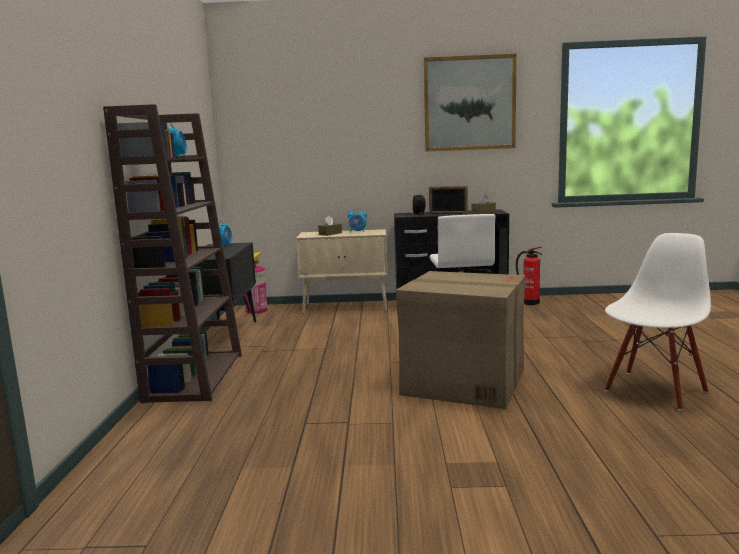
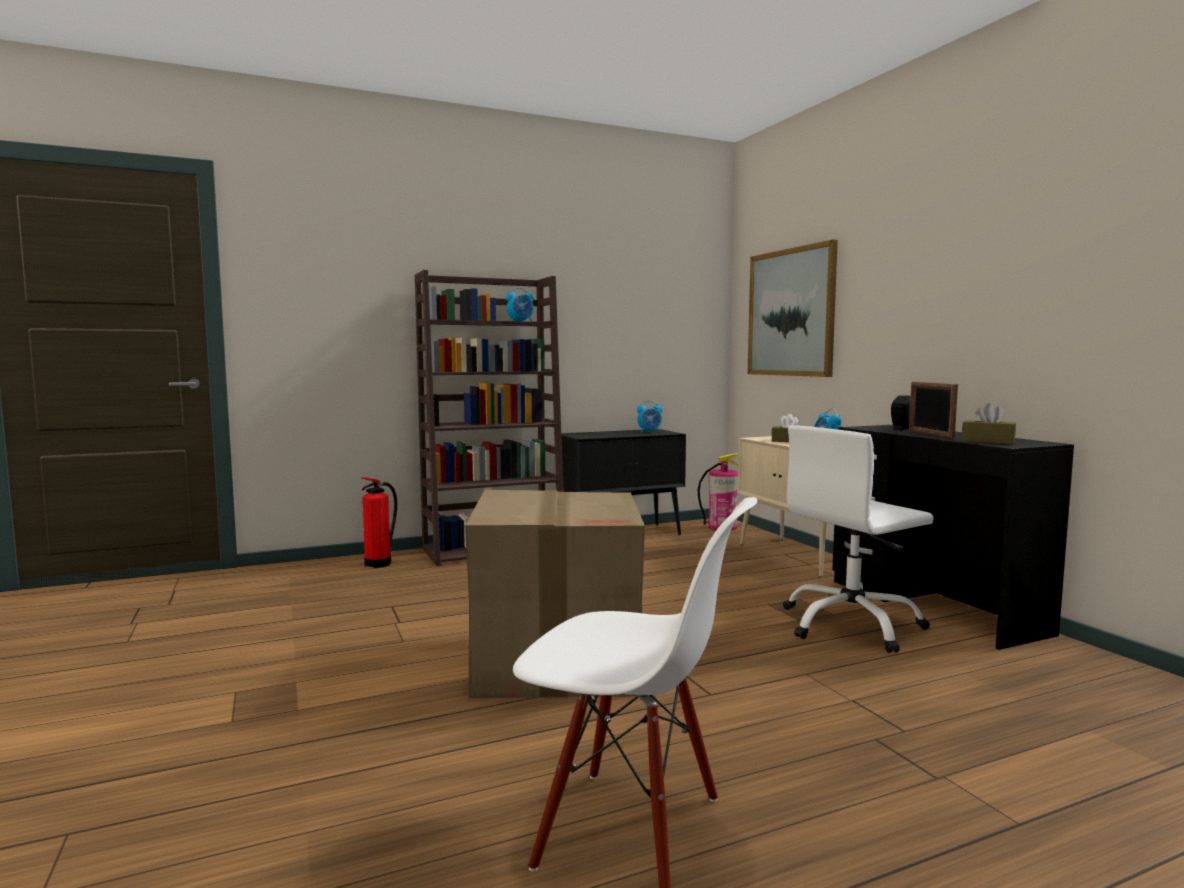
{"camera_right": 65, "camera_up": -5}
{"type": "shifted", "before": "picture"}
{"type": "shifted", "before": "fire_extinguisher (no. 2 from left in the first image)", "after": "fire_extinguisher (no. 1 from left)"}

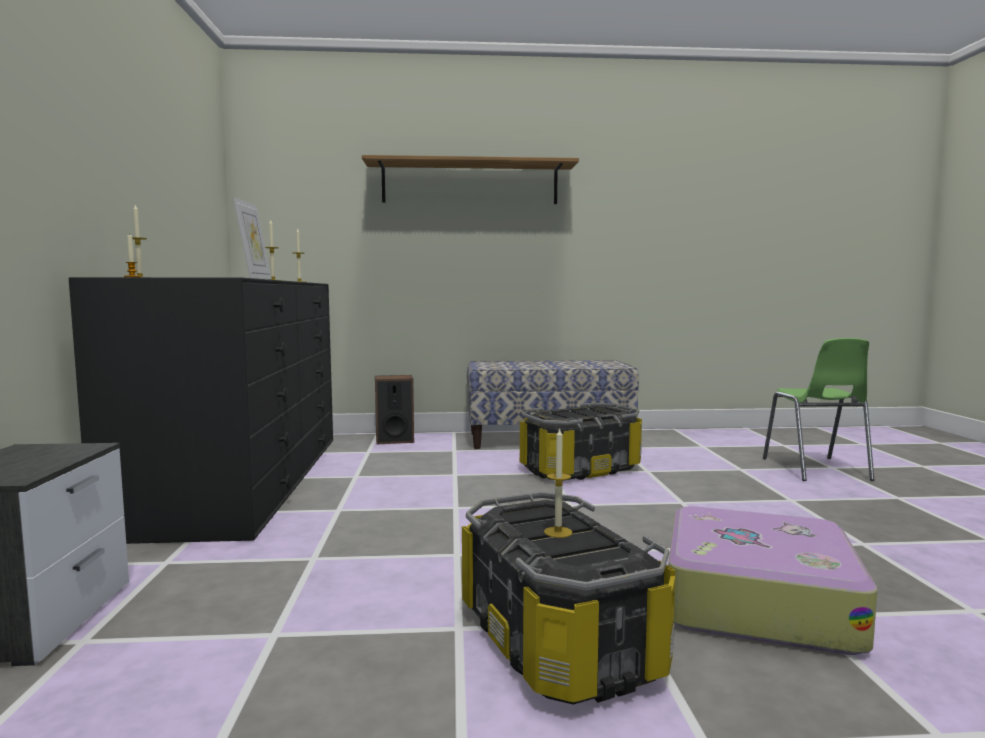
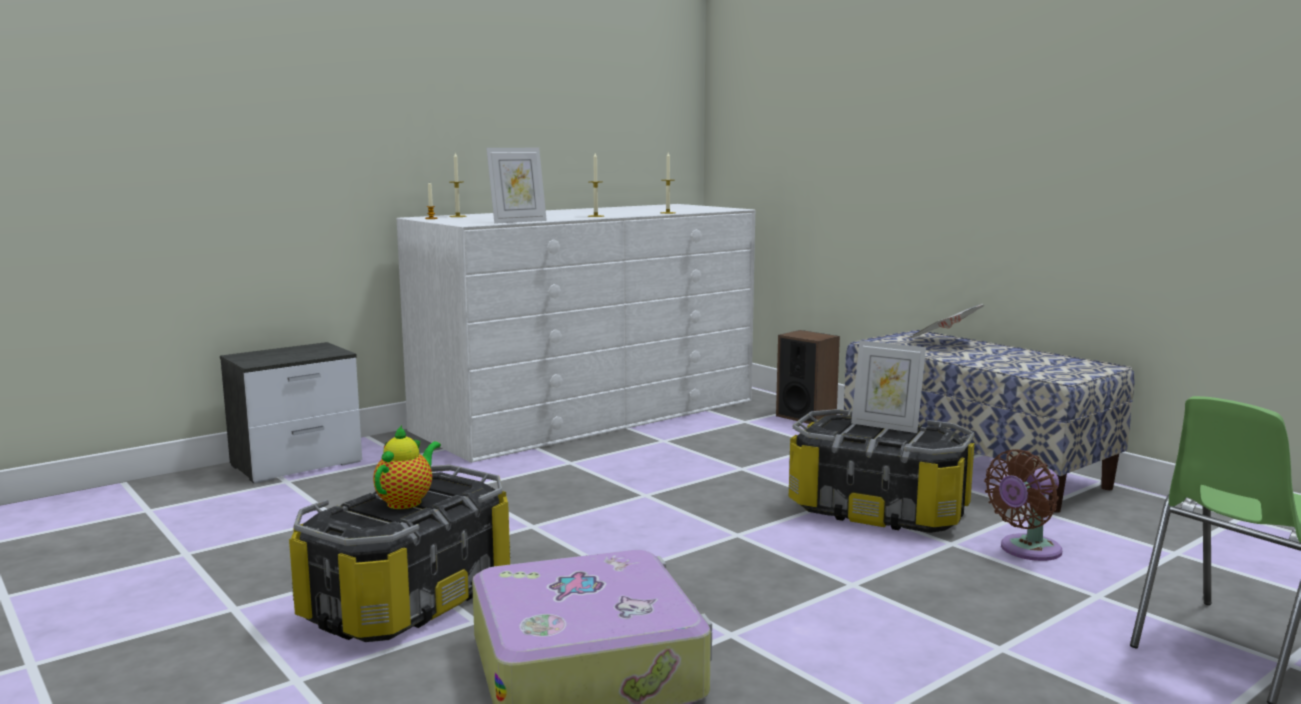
{"camera_right": 55, "camera_up": 5}
{"type": "gone", "before": "shelf"}
{"type": "new", "after": "picture_frame (no. 2 from left)"}
{"type": "new", "after": "newspaper"}
{"type": "new", "after": "brown_fan"}
{"type": "swapped", "before": "candle (no. 5 from left)", "after": "teapot"}
{"type": "repainted", "before": "black_dresser", "after": "white_dresser"}

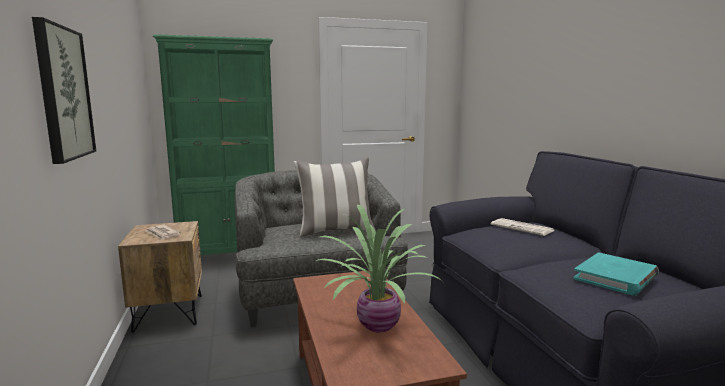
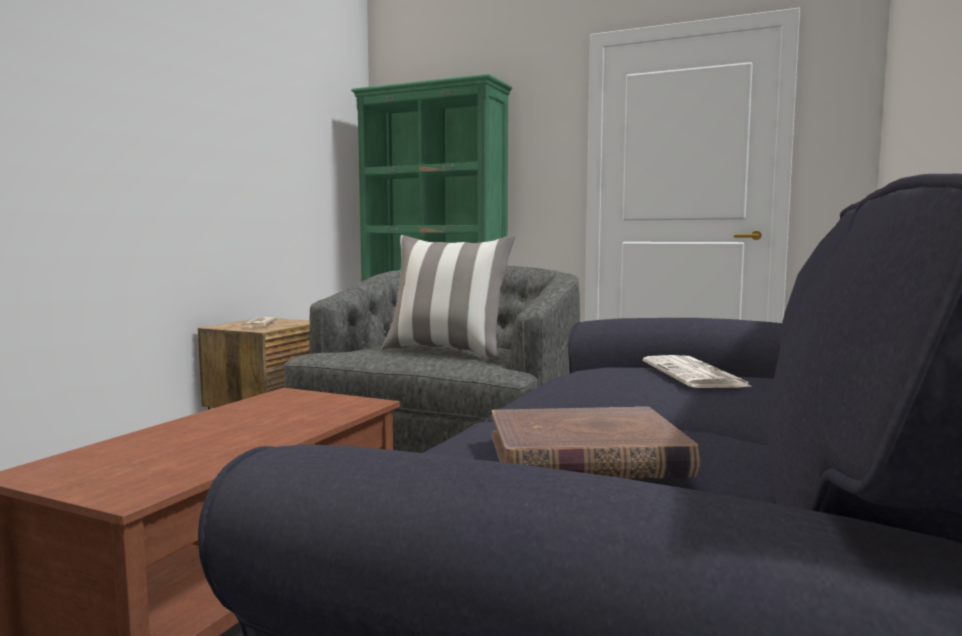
{"camera_right": 40, "camera_up": -5}
{"type": "gone", "before": "picture"}
{"type": "gone", "before": "potted_plant"}
{"type": "repainted", "before": "turquoise_book", "after": "brown_book"}

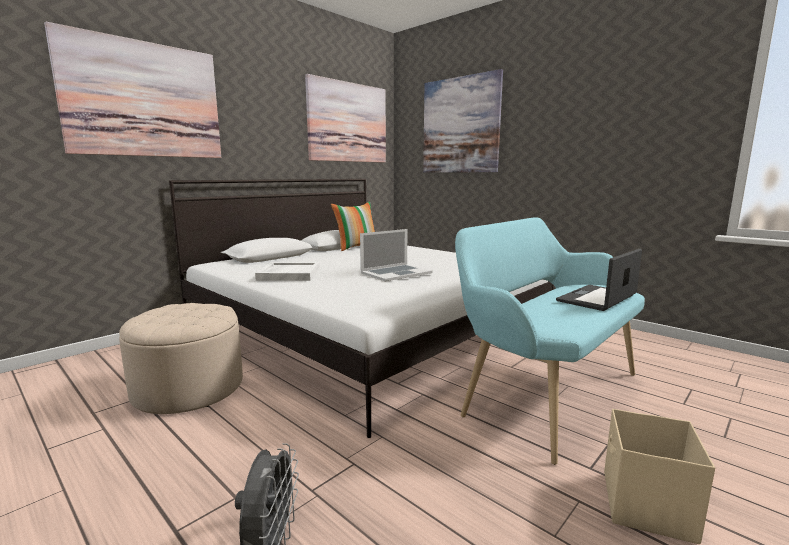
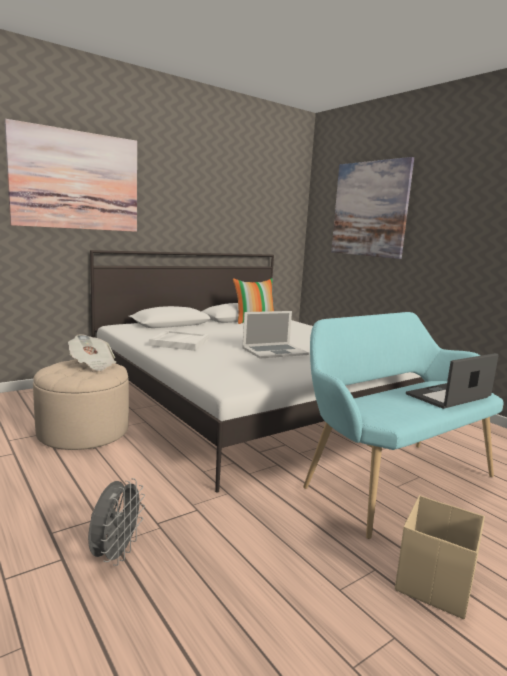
{"camera_right": 10, "camera_up": 0}
{"type": "gone", "before": "picture (no. 2 from left)"}
{"type": "new", "after": "newspaper"}

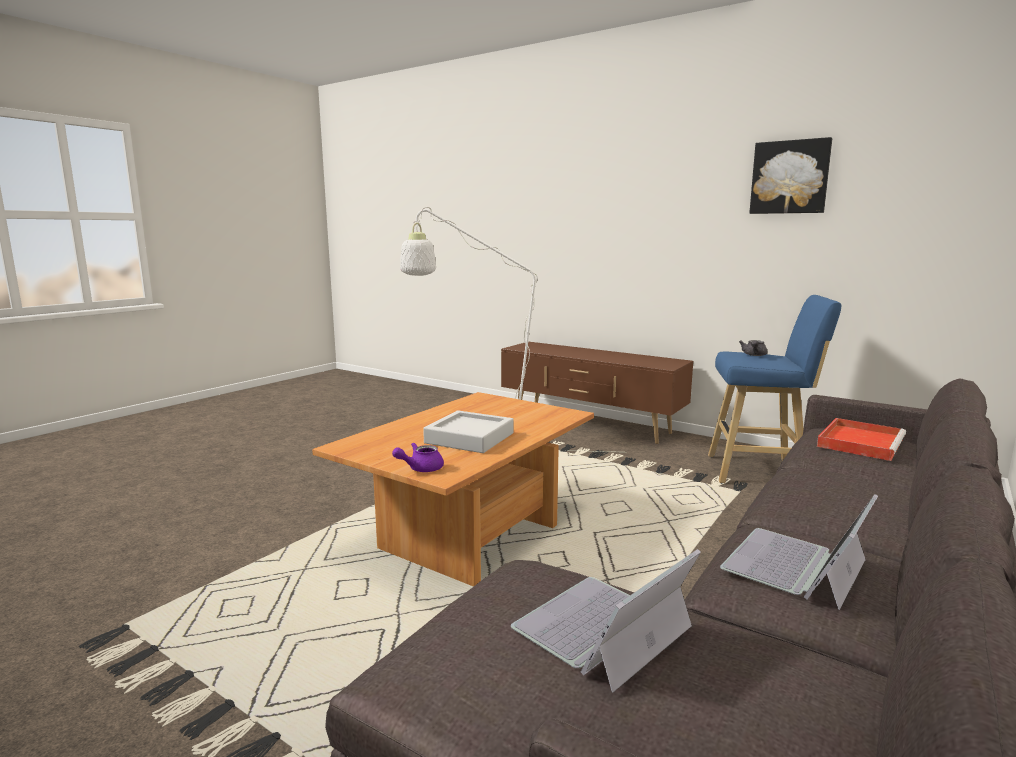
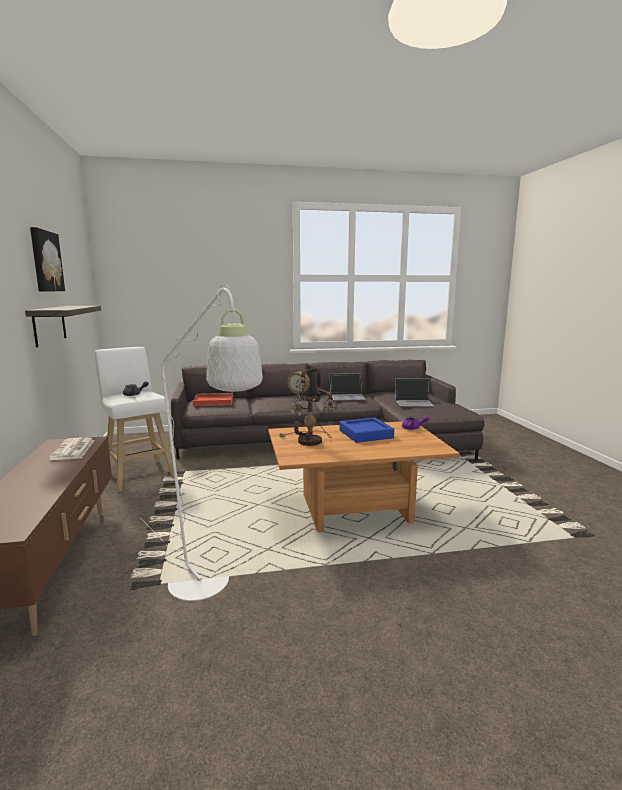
{"camera_right": -135, "camera_up": 0}
{"type": "new", "after": "shelf"}
{"type": "new", "after": "newspaper"}
{"type": "new", "after": "table_lamp"}
{"type": "repainted", "before": "grey_tray", "after": "blue_tray"}
{"type": "repainted", "before": "blue_stool", "after": "white_stool"}

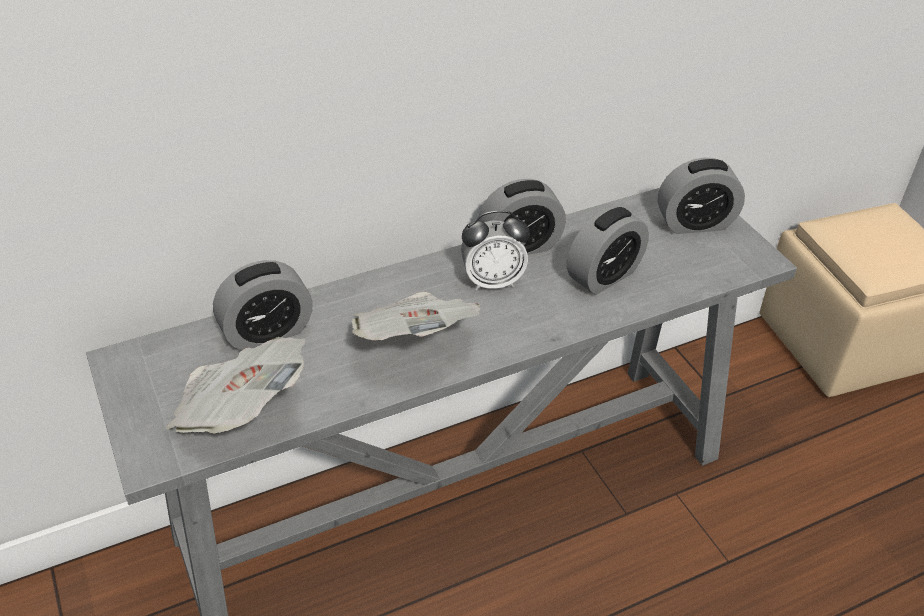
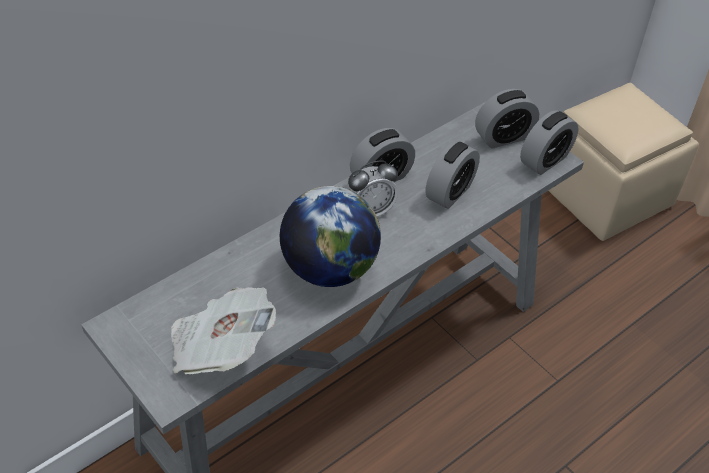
{"camera_right": -15, "camera_up": 5}
{"type": "shifted", "before": "alarm_clock (no. 1 from left in the first image)", "after": "alarm_clock (no. 5 from left)"}
{"type": "swapped", "before": "newspaper (no. 2 from left)", "after": "globe"}

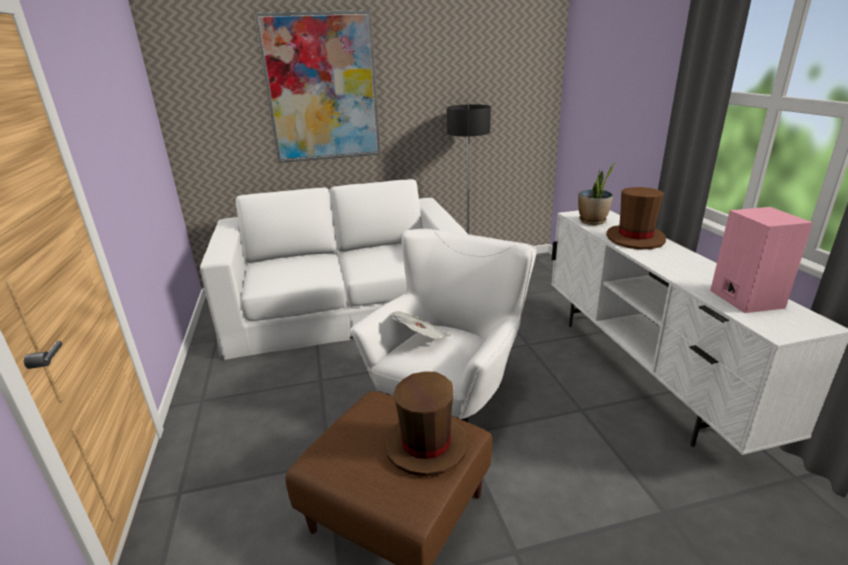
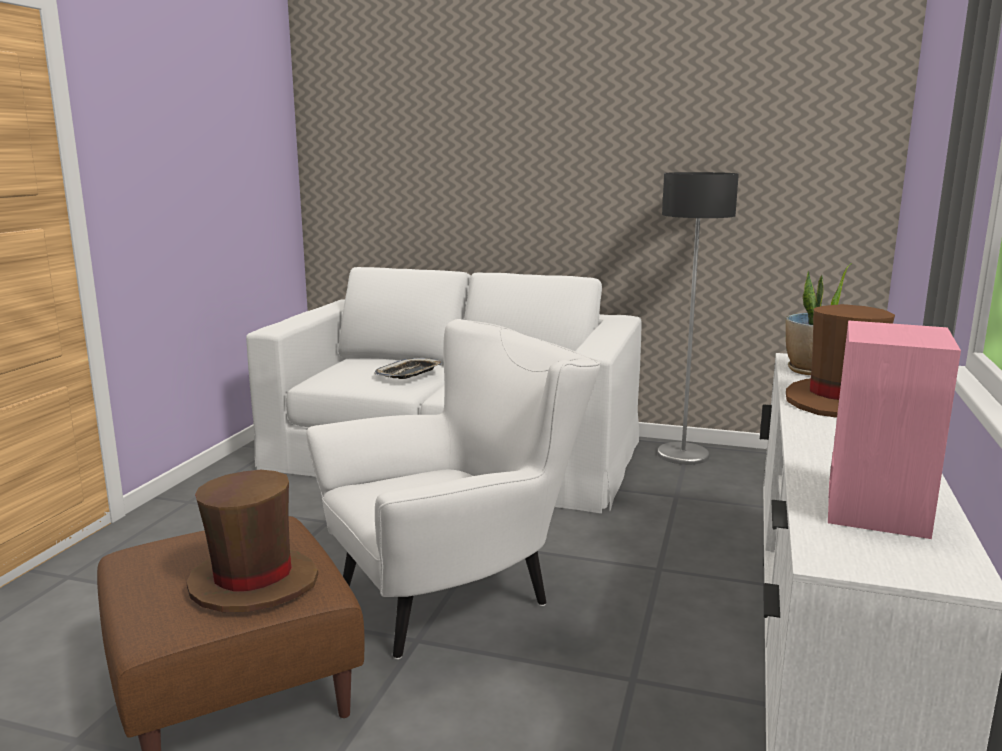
{"camera_right": 30, "camera_up": -10}
{"type": "gone", "before": "picture"}
{"type": "gone", "before": "newspaper"}
{"type": "new", "after": "tray"}

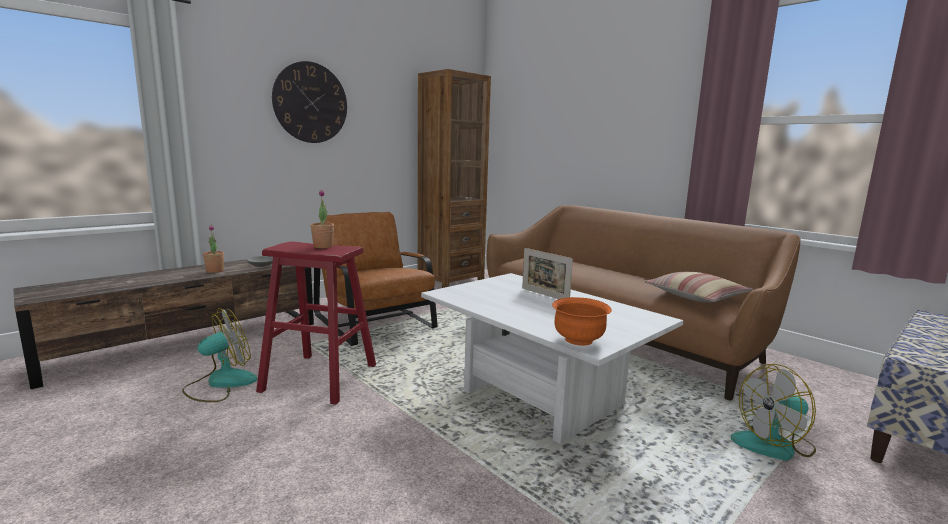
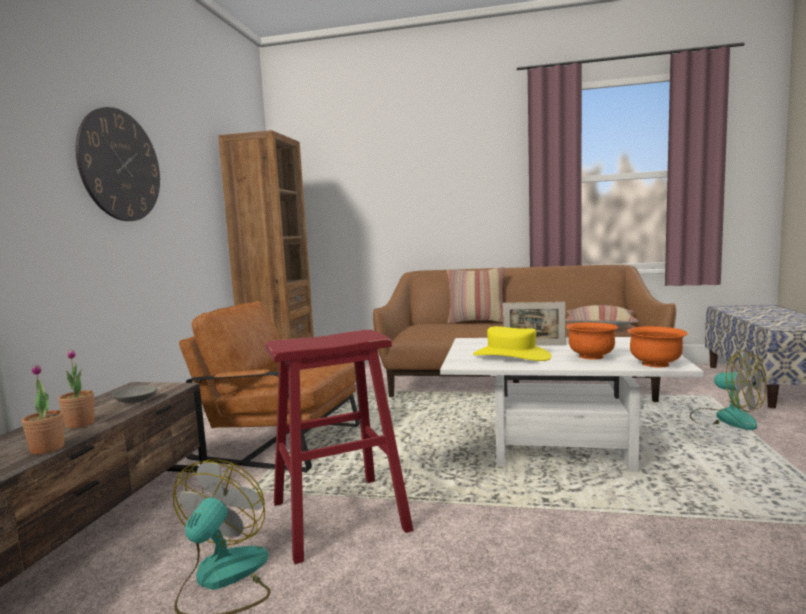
{"camera_right": -35, "camera_up": -5}
{"type": "new", "after": "pillow (no. 1 from left)"}
{"type": "new", "after": "yellow_hat"}
{"type": "new", "after": "orange_bowl (no. 1 from left)"}
{"type": "shifted", "before": "potted_plant (no. 2 from left in the first image)", "after": "potted_plant (no. 1 from left)"}
{"type": "rotated", "before": "fan (no. 2 from left)", "turn": -75}

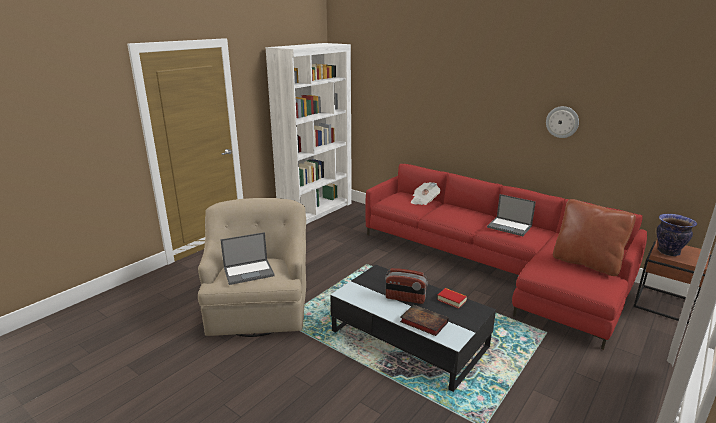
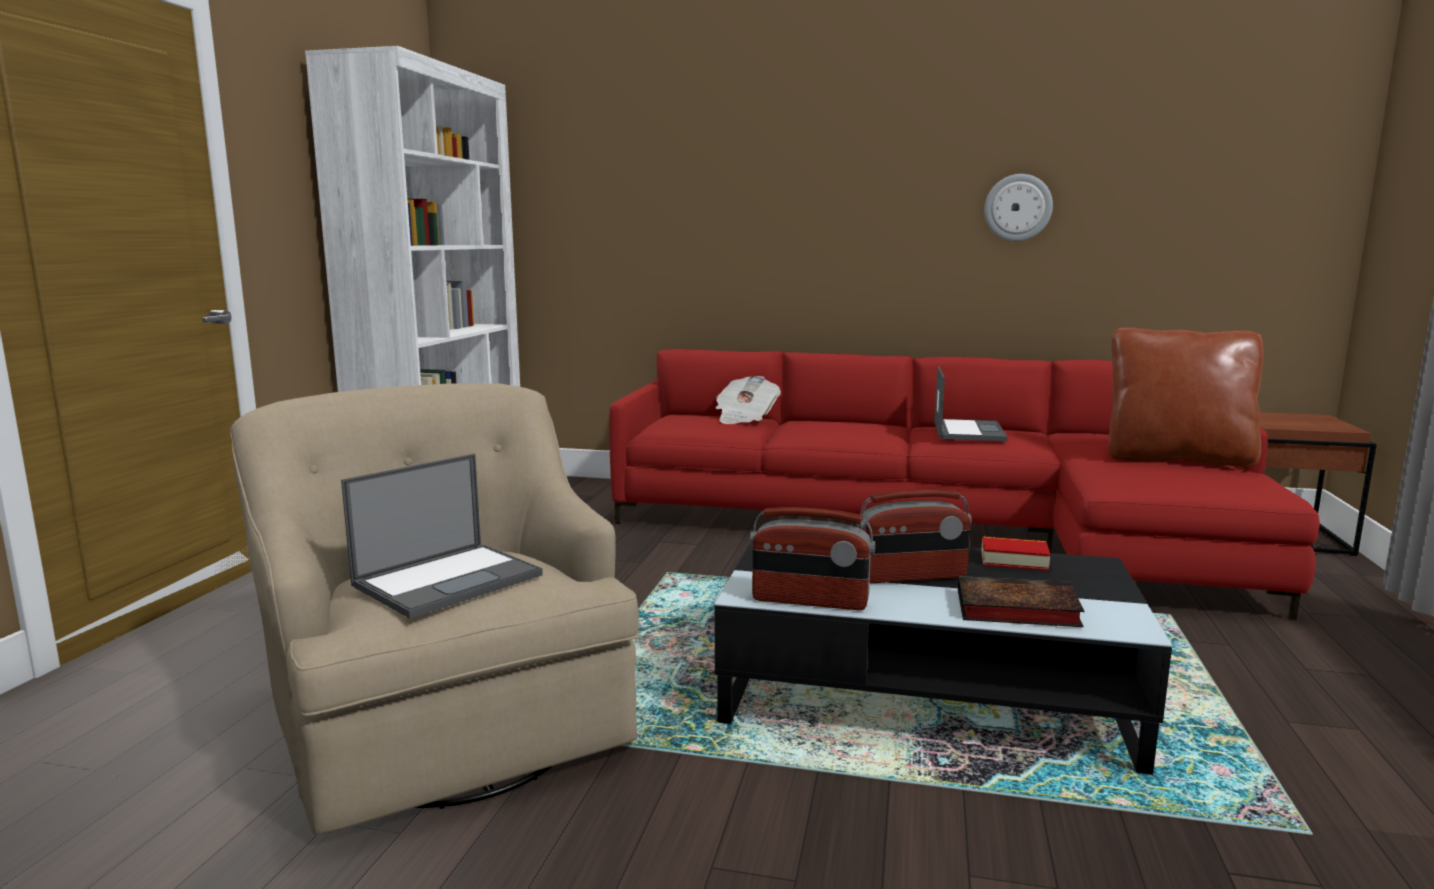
{"camera_right": -25, "camera_up": -10}
{"type": "gone", "before": "vase"}
{"type": "new", "after": "radio (no. 1 from left)"}
{"type": "rotated", "before": "laptop (no. 2 from left)", "turn": -90}

